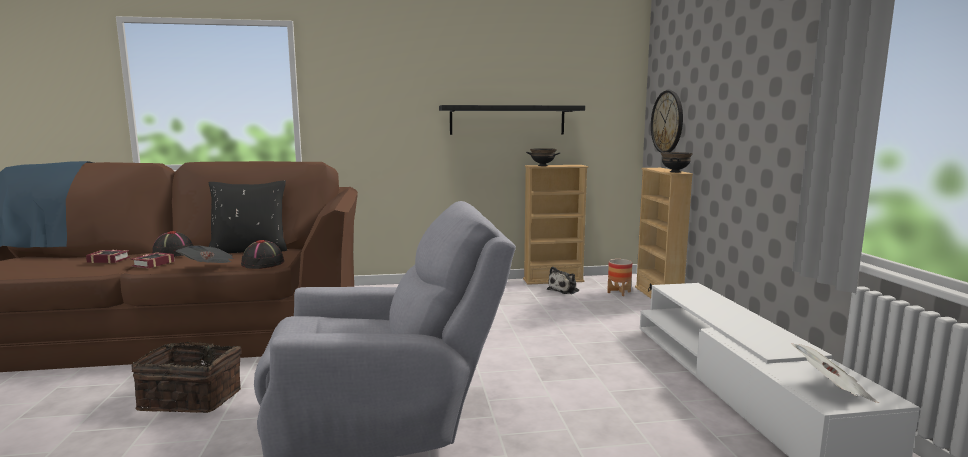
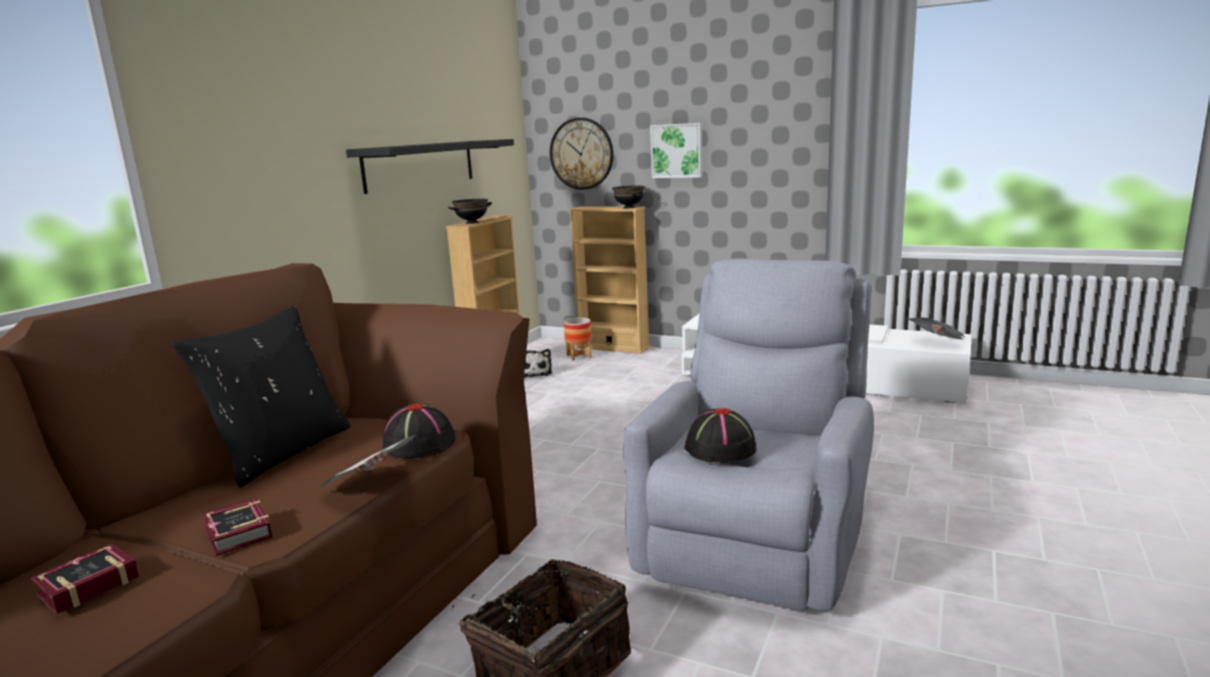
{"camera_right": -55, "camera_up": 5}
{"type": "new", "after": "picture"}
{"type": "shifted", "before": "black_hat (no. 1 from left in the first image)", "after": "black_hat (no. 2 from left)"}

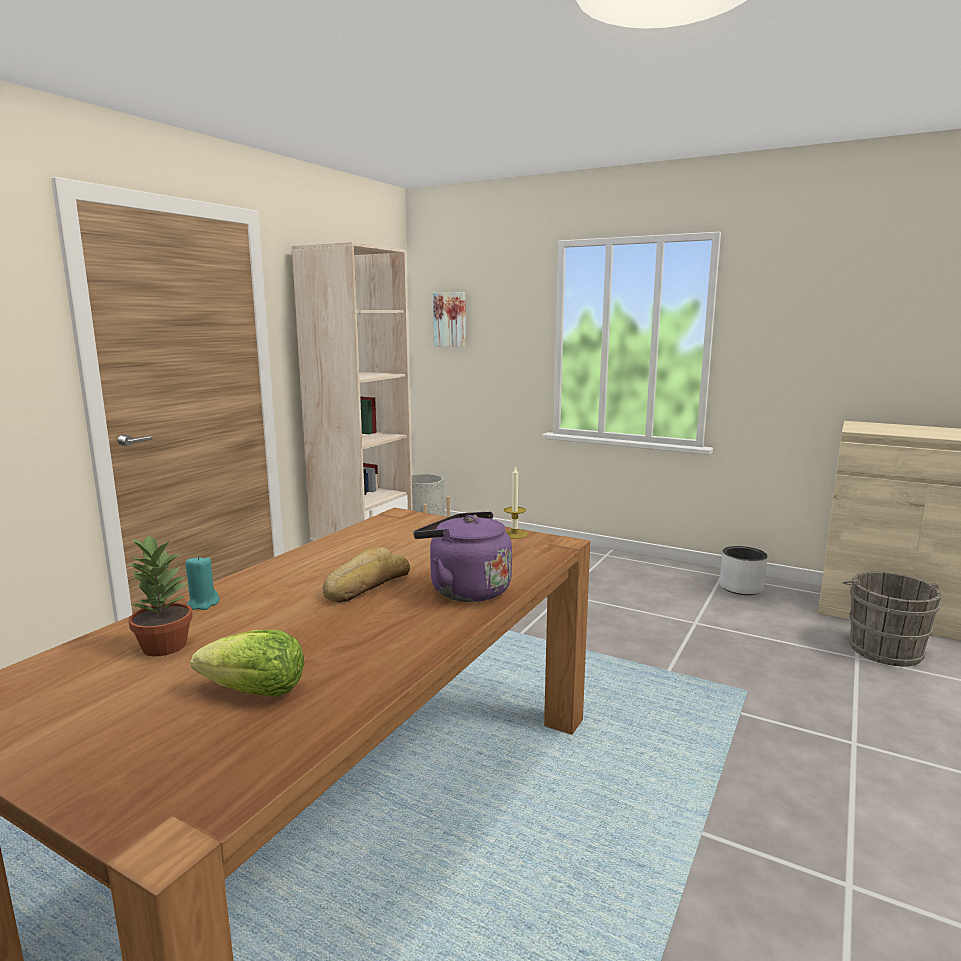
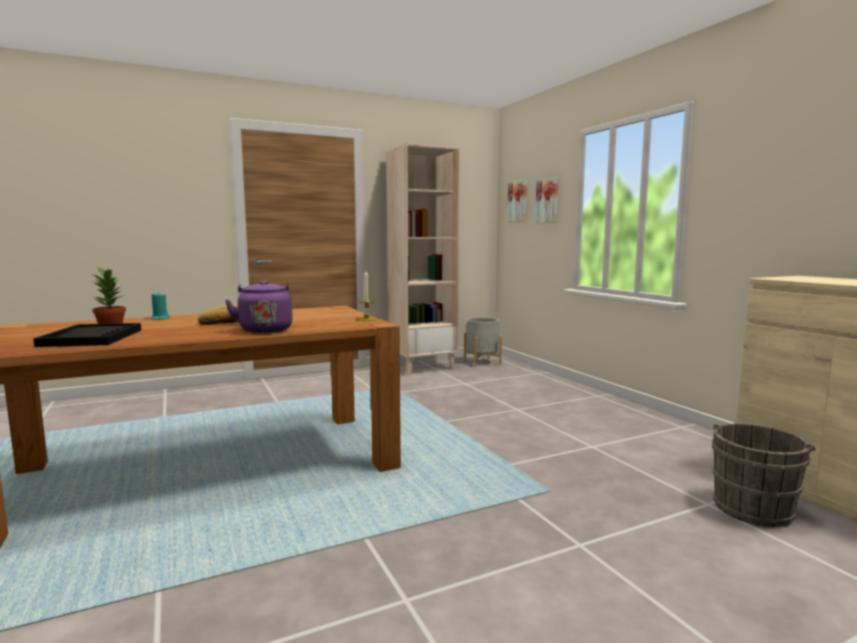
{"camera_right": 35, "camera_up": -5}
{"type": "gone", "before": "grey_planter (no. 2 from left)"}
{"type": "new", "after": "picture (no. 2 from left)"}
{"type": "swapped", "before": "lettuce", "after": "black_tray"}

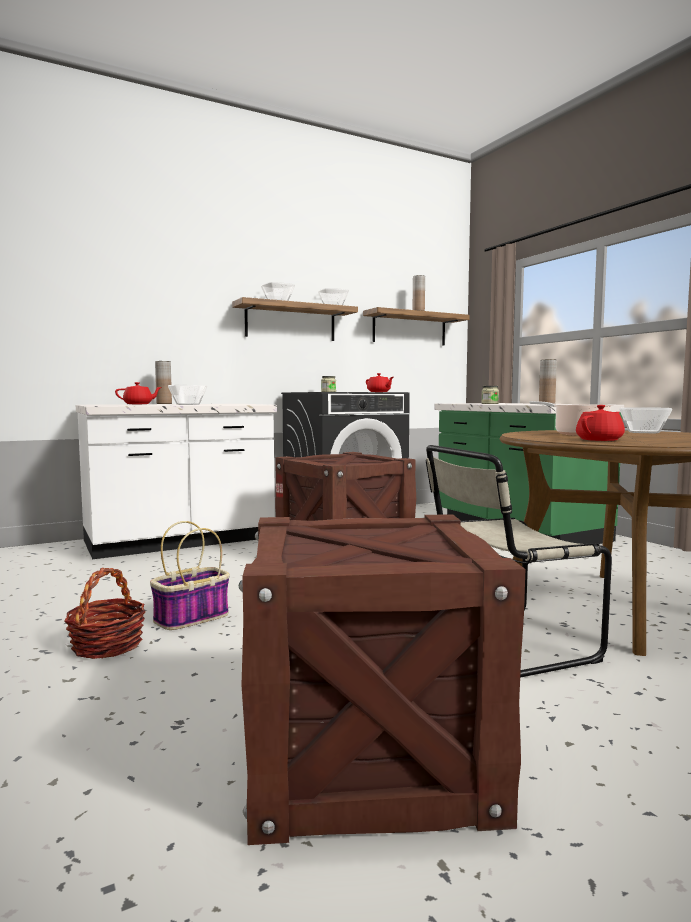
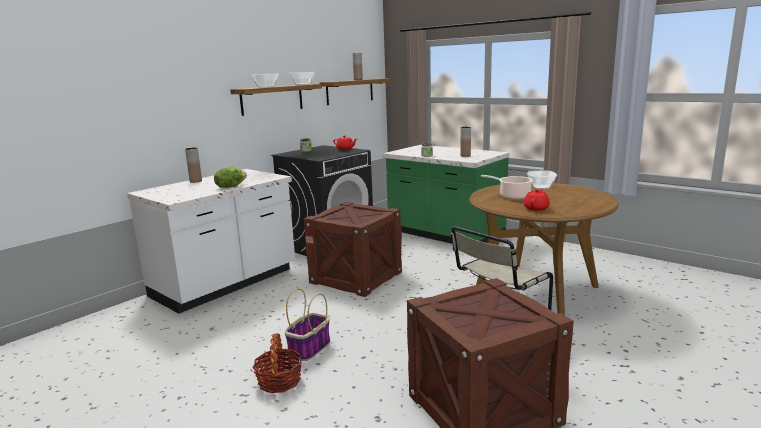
{"camera_right": -20, "camera_up": 10}
{"type": "gone", "before": "red_teapot (no. 1 from left)"}
{"type": "swapped", "before": "bowl (no. 1 from left)", "after": "lettuce"}

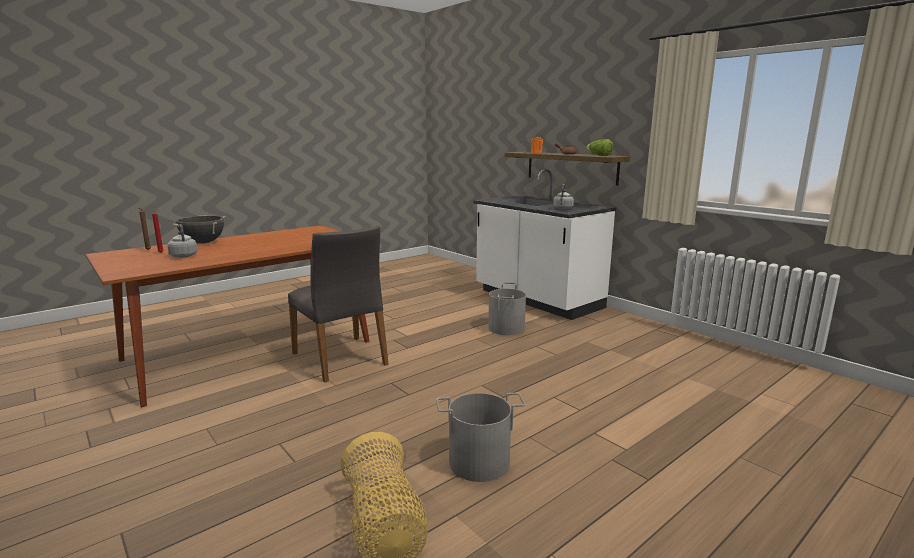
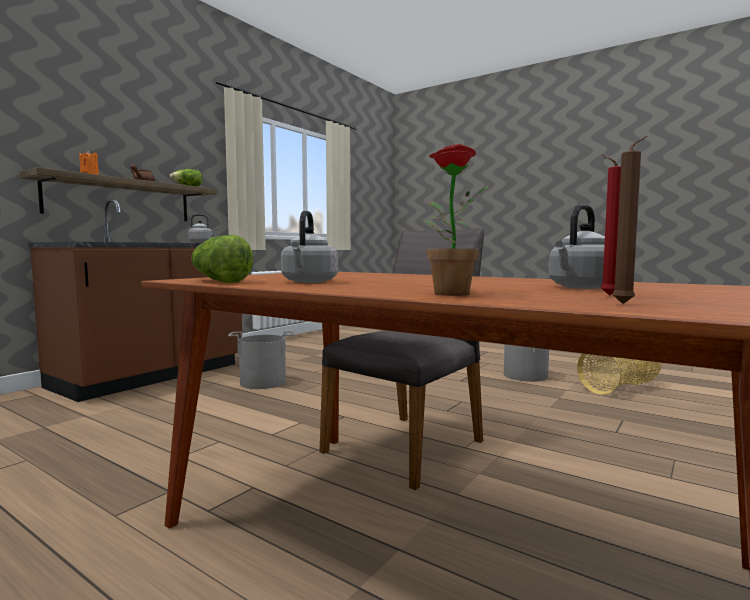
{"camera_right": -105, "camera_up": -10}
{"type": "new", "after": "lettuce (no. 2 from left)"}
{"type": "new", "after": "grey_kettle (no. 2 from left)"}
{"type": "swapped", "before": "black_cooking_pot", "after": "potted_plant"}
{"type": "repainted", "before": "white_counter", "after": "brown_counter"}

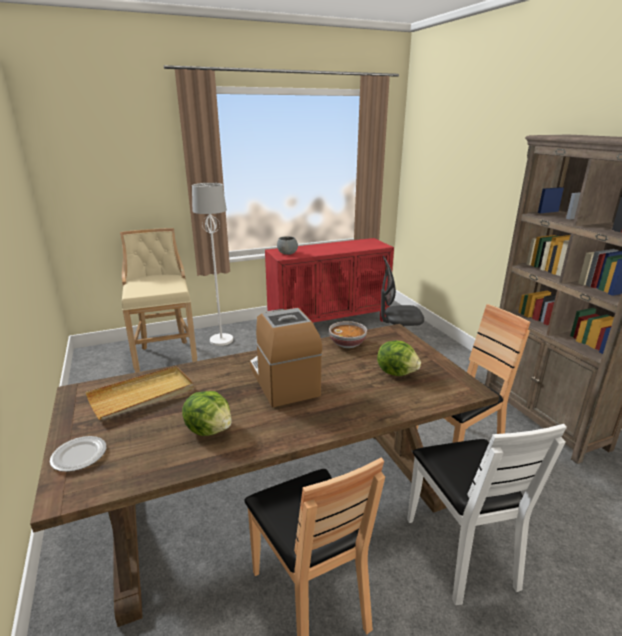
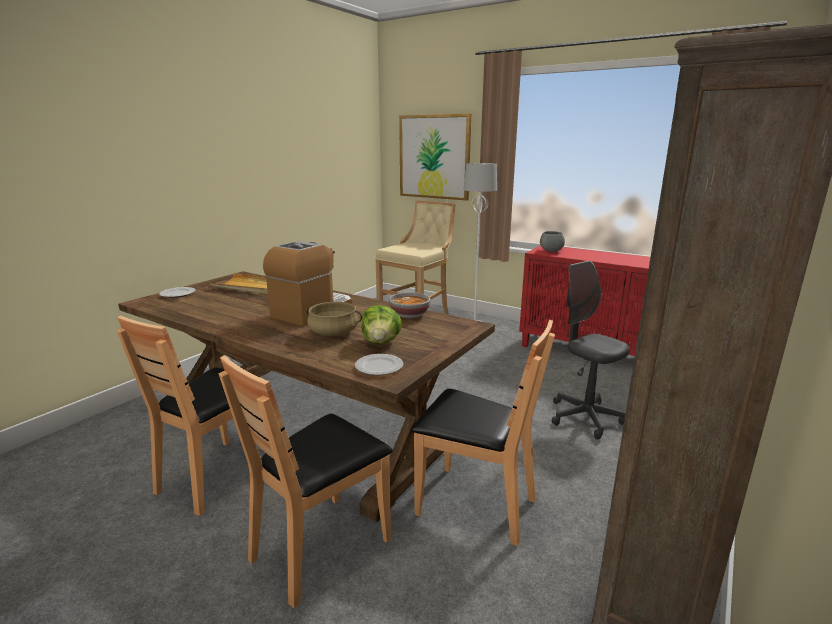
{"camera_right": 55, "camera_up": -5}
{"type": "gone", "before": "lettuce (no. 1 from left)"}
{"type": "new", "after": "beige_cooking_pot"}
{"type": "new", "after": "plate (no. 2 from left)"}
{"type": "new", "after": "picture"}
{"type": "repainted", "before": "white_chair", "after": "brown_chair (no. 2 from left)"}

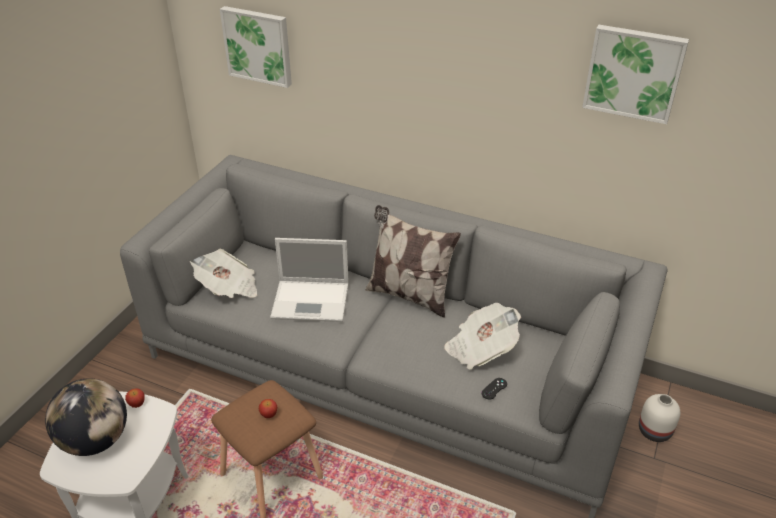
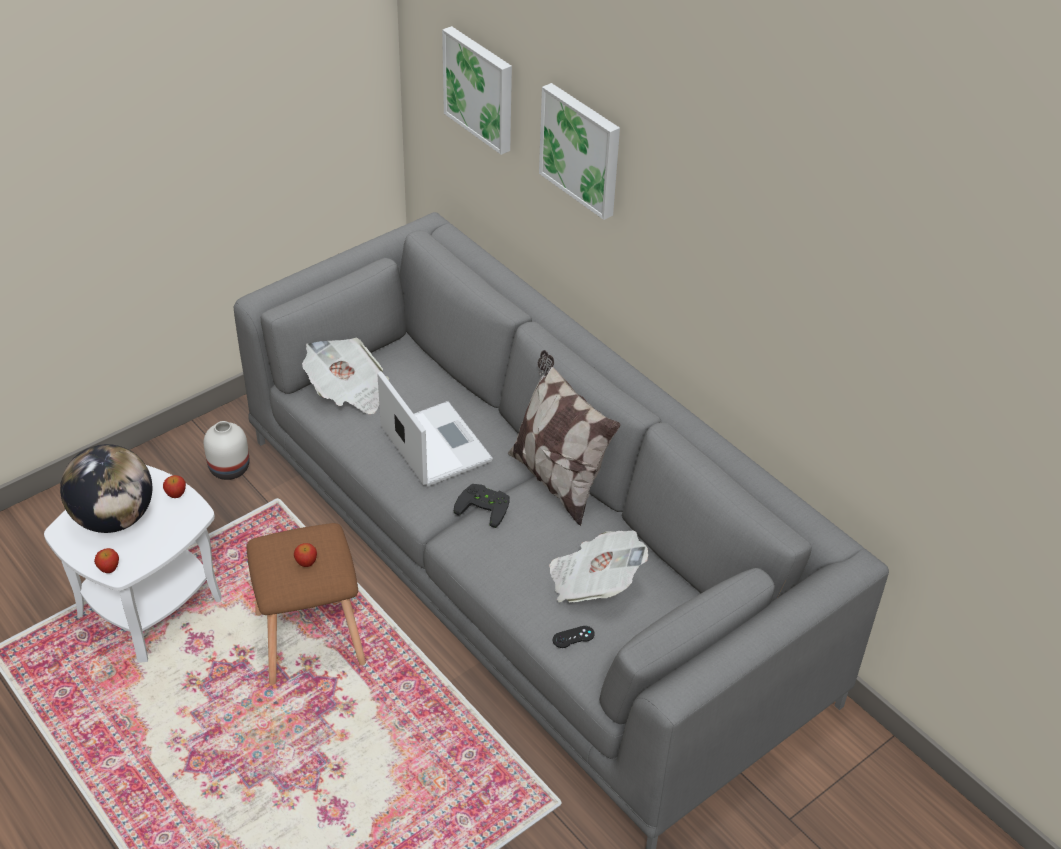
{"camera_right": 25, "camera_up": 5}
{"type": "new", "after": "apple (no. 1 from left)"}
{"type": "new", "after": "black_game_controller (no. 1 from left)"}
{"type": "shifted", "before": "picture (no. 2 from left)"}
{"type": "shifted", "before": "white_vase"}
{"type": "rotated", "before": "laptop", "turn": -150}

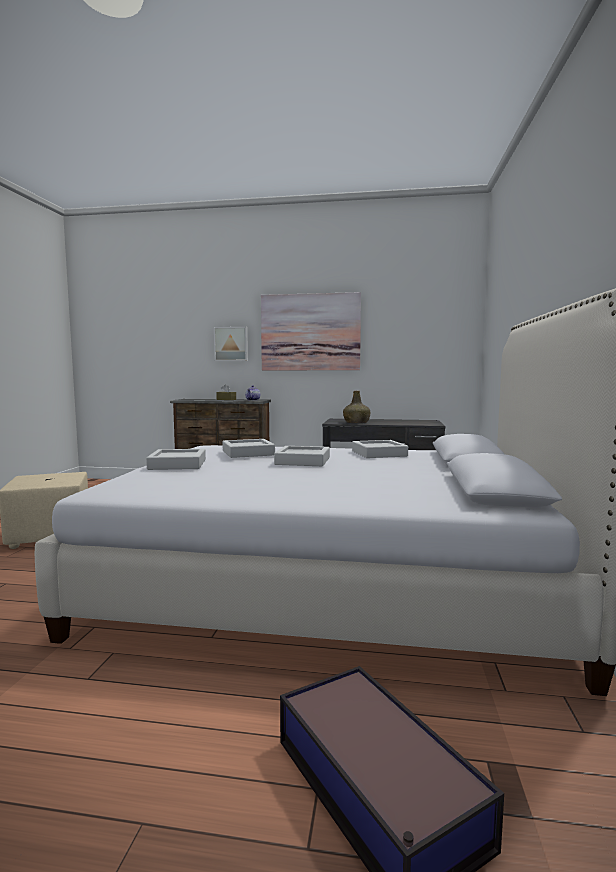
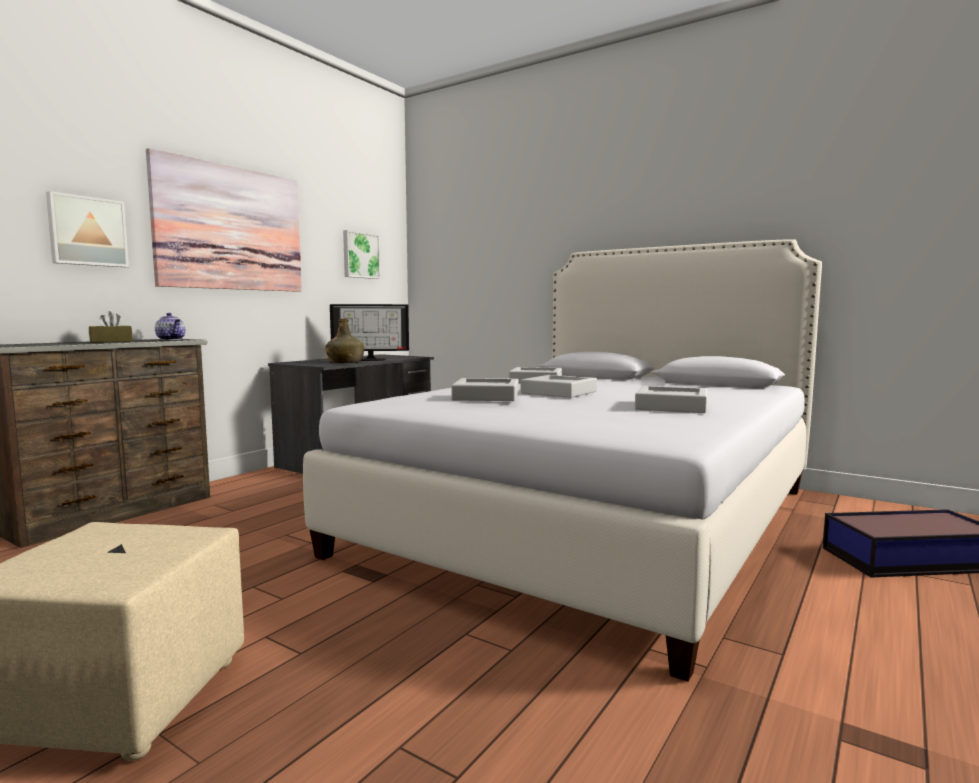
{"camera_right": -65, "camera_up": 0}
{"type": "new", "after": "monitor"}
{"type": "new", "after": "picture (no. 3 from left)"}
{"type": "shifted", "before": "grey_tray (no. 1 from left in the first image)", "after": "grey_tray (no. 4 from left)"}

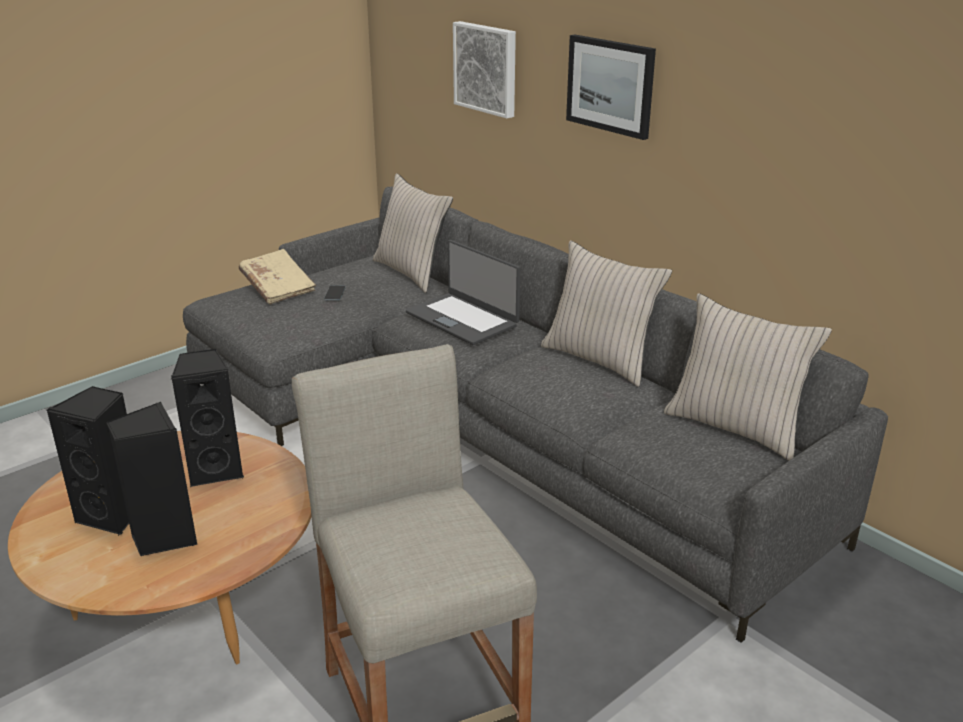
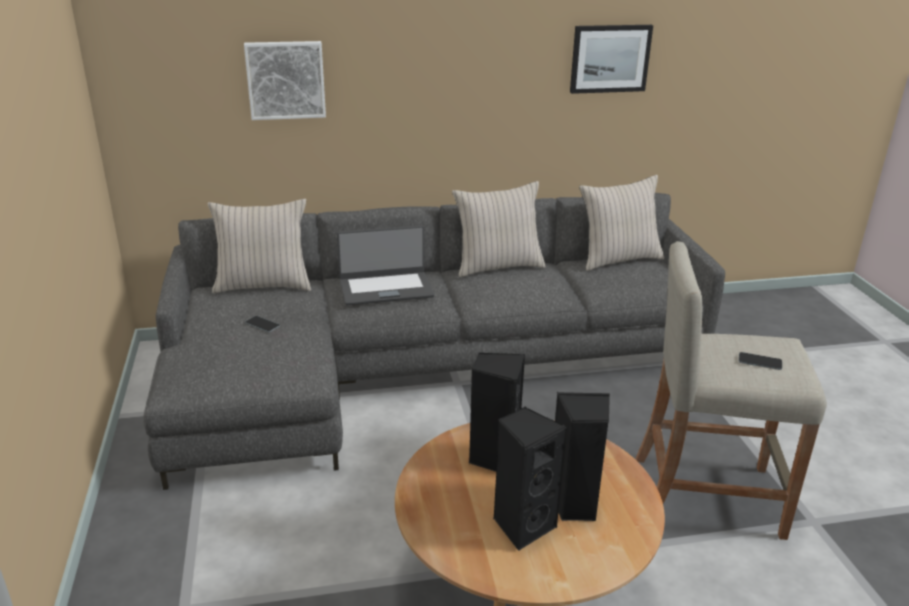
{"camera_right": -60, "camera_up": 0}
{"type": "gone", "before": "beige_book"}
{"type": "new", "after": "phone (no. 2 from left)"}
{"type": "shifted", "before": "picture (no. 2 from left)"}

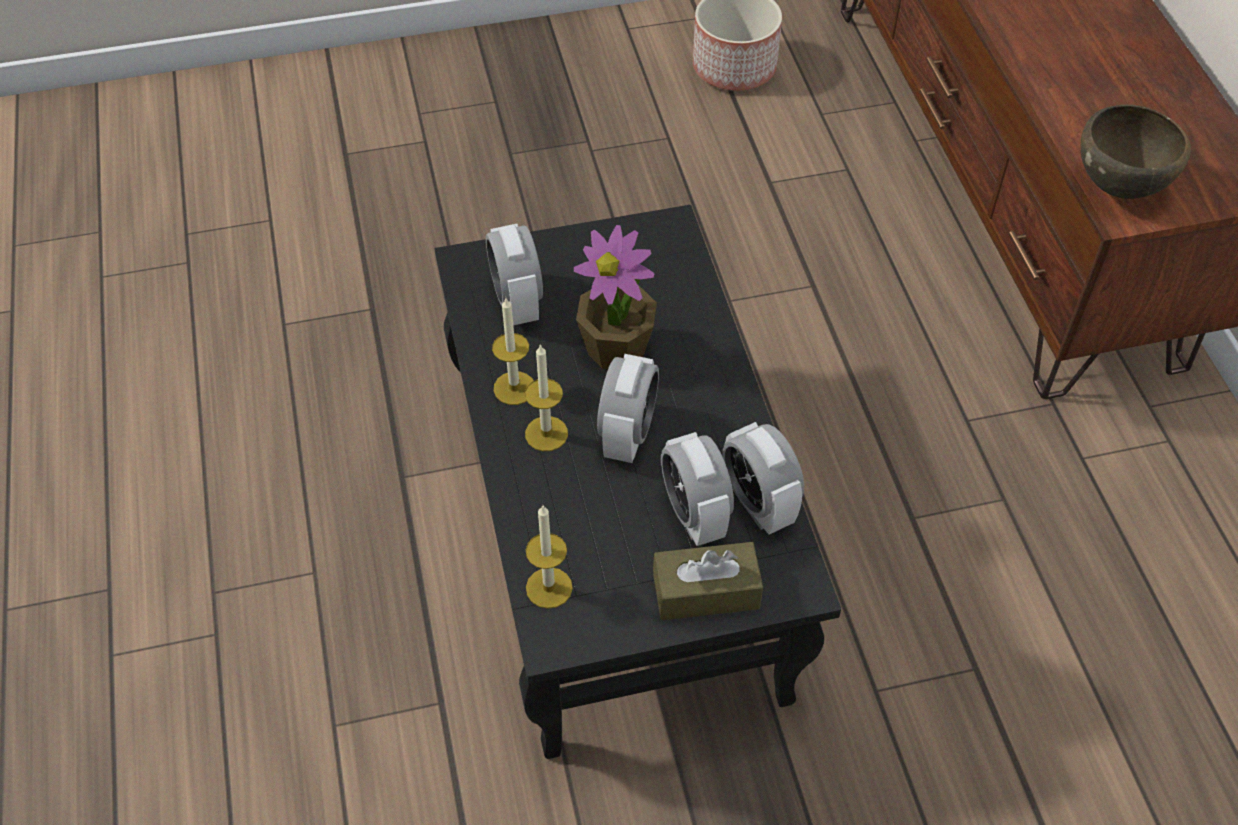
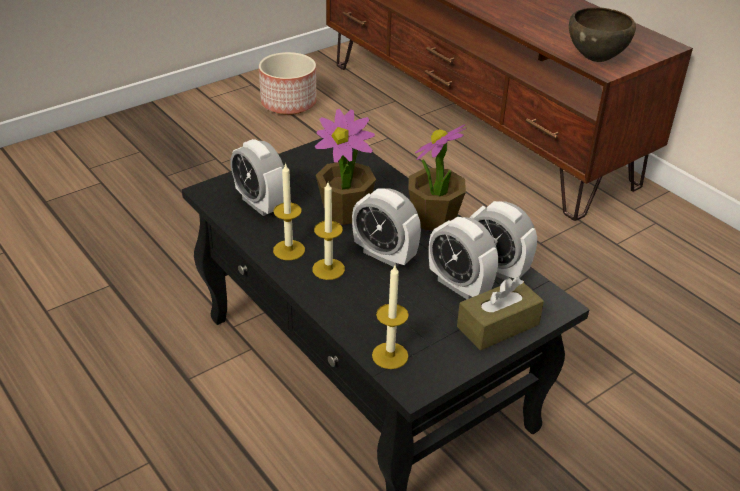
{"camera_right": -25, "camera_up": -15}
{"type": "new", "after": "potted_plant (no. 2 from left)"}
{"type": "rotated", "before": "alarm_clock (no. 2 from left)", "turn": 135}

